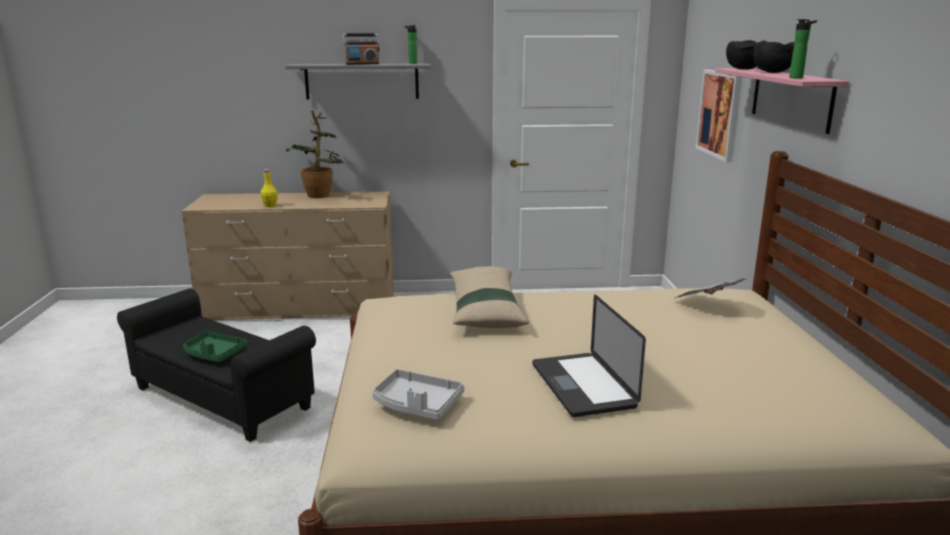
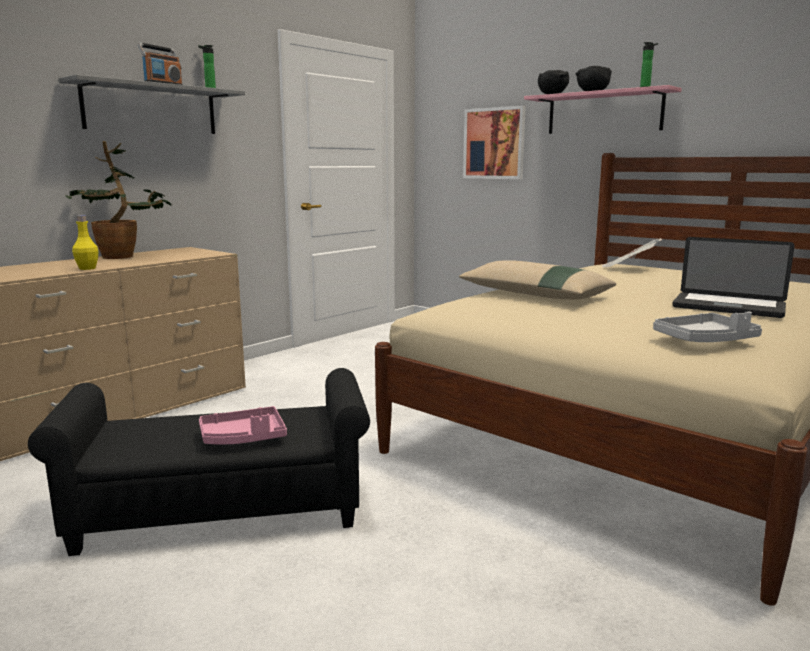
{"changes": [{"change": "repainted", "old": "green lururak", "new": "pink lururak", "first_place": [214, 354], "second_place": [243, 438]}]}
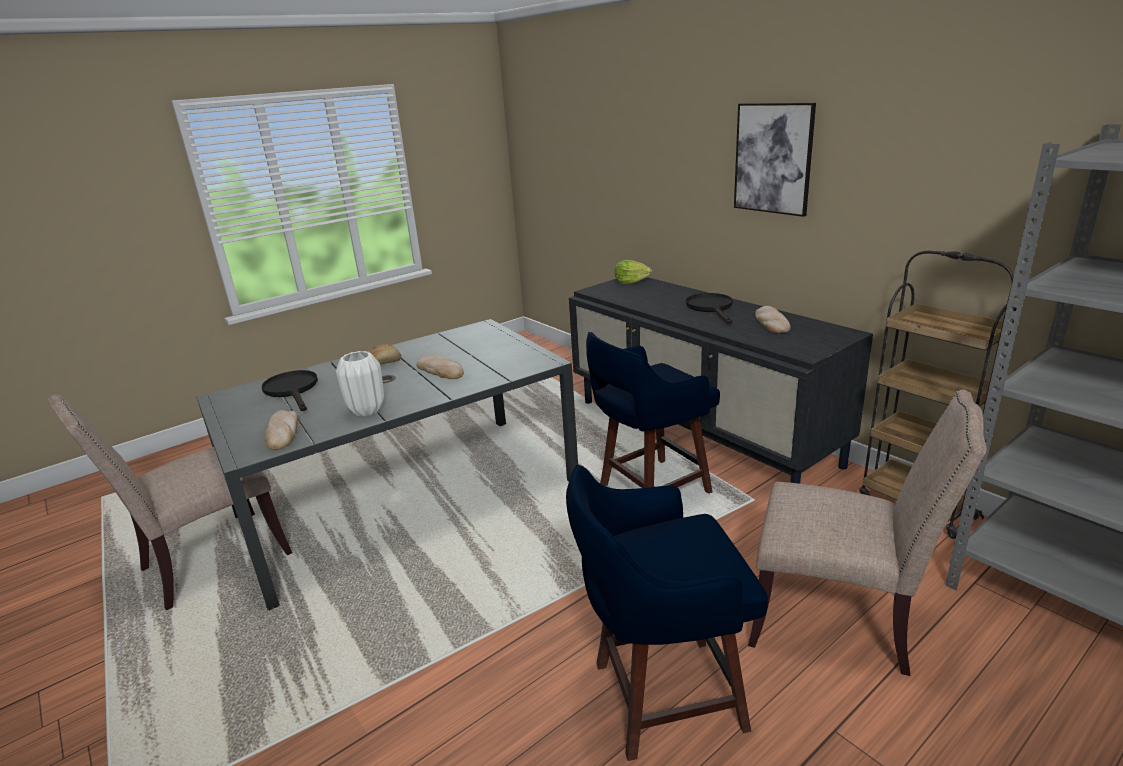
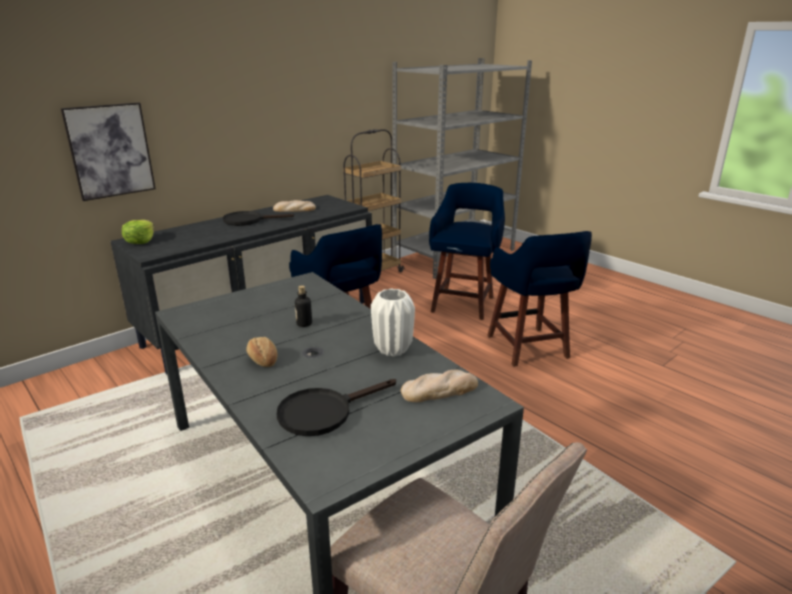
{"changes": [{"change": "shifted", "old": "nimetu", "first_place": [773, 158], "second_place": [110, 151]}, {"change": "swapped", "old": "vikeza", "new": "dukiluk", "first_place": [441, 370], "second_place": [304, 323]}, {"change": "swapped", "old": "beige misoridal", "new": "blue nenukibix", "first_place": [838, 620], "second_place": [464, 303]}]}
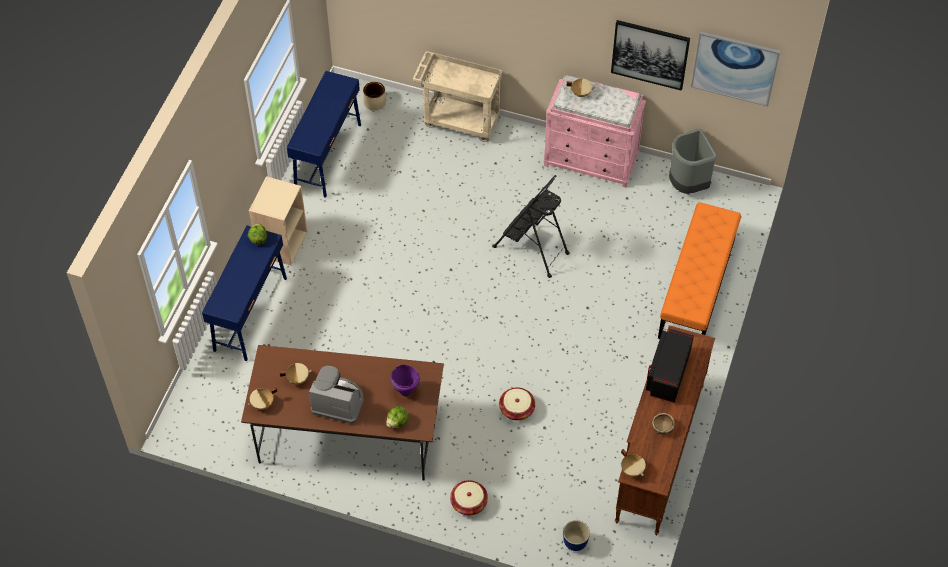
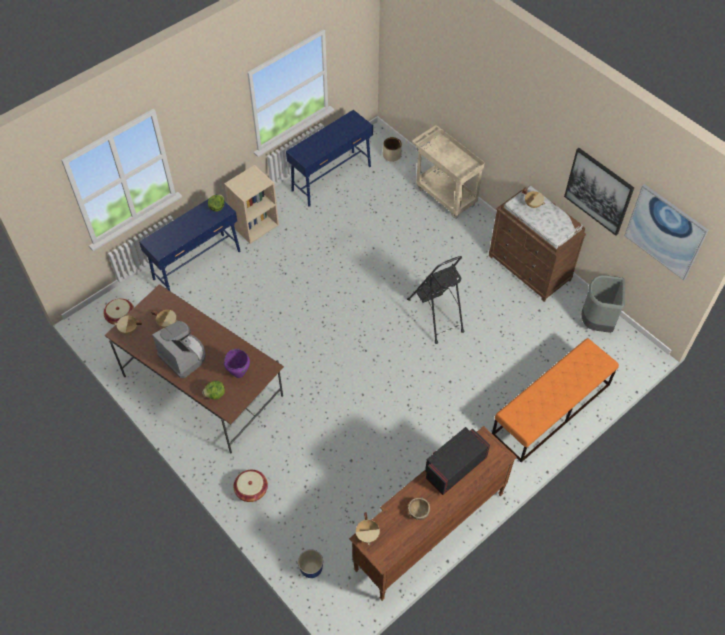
{"changes": [{"change": "shifted", "old": "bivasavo", "first_place": [516, 409], "second_place": [120, 316]}, {"change": "repainted", "old": "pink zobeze", "new": "brown zobeze", "first_place": [591, 160], "second_place": [529, 268]}]}
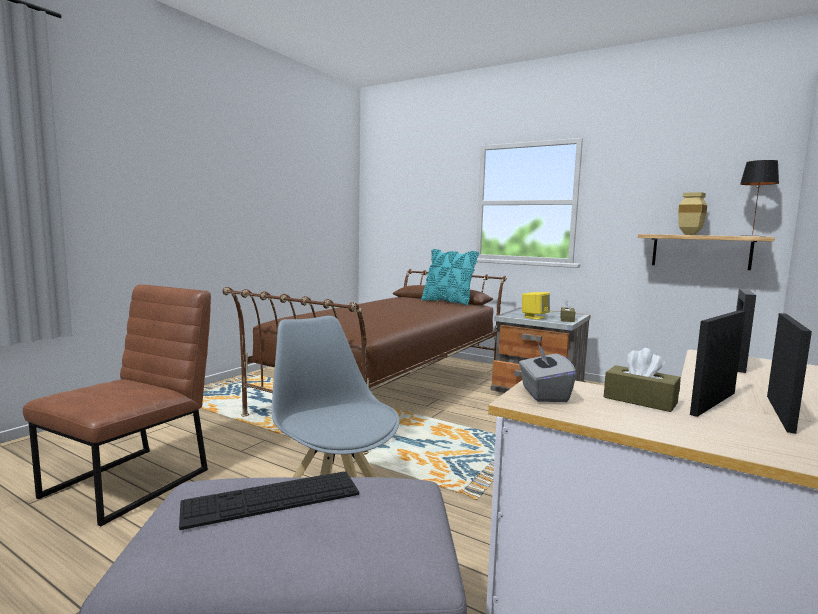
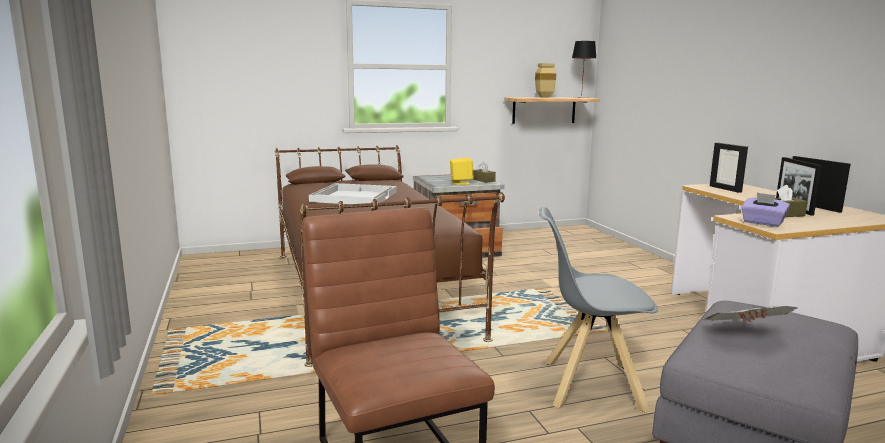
{"changes": [{"change": "new", "new": "white lururak", "second_place": [354, 196]}, {"change": "swapped", "old": "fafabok", "new": "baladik", "first_place": [272, 498], "second_place": [744, 334]}, {"change": "repainted", "old": "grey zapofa", "new": "purple zapofa", "first_place": [543, 394], "second_place": [762, 223]}, {"change": "gone", "old": "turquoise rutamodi", "first_place": [448, 302]}]}
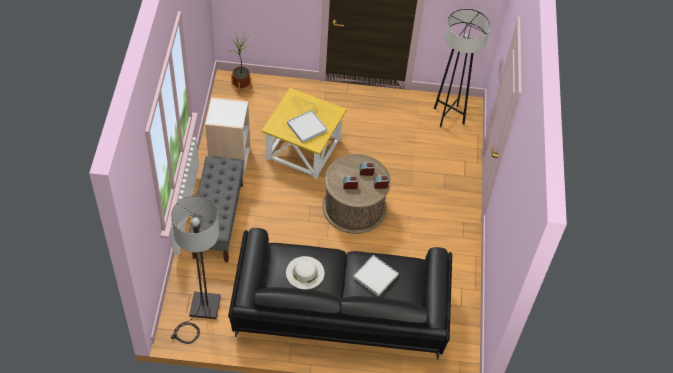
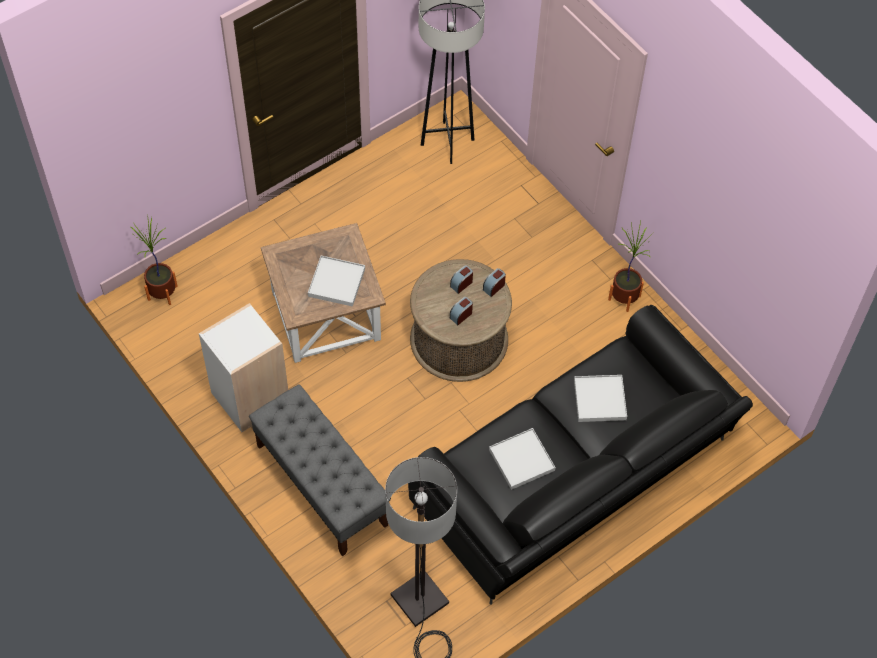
{"changes": [{"change": "repainted", "old": "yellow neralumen", "new": "brown neralumen", "first_place": [303, 150], "second_place": [327, 316]}, {"change": "swapped", "old": "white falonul", "new": "white lururak", "first_place": [305, 272], "second_place": [521, 460]}, {"change": "new", "new": "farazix", "second_place": [624, 298]}]}
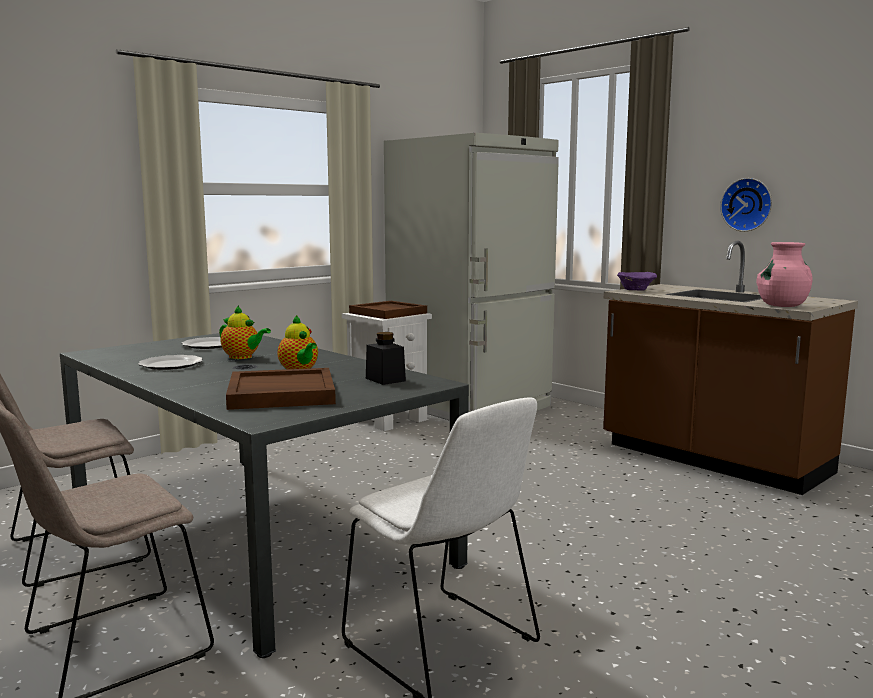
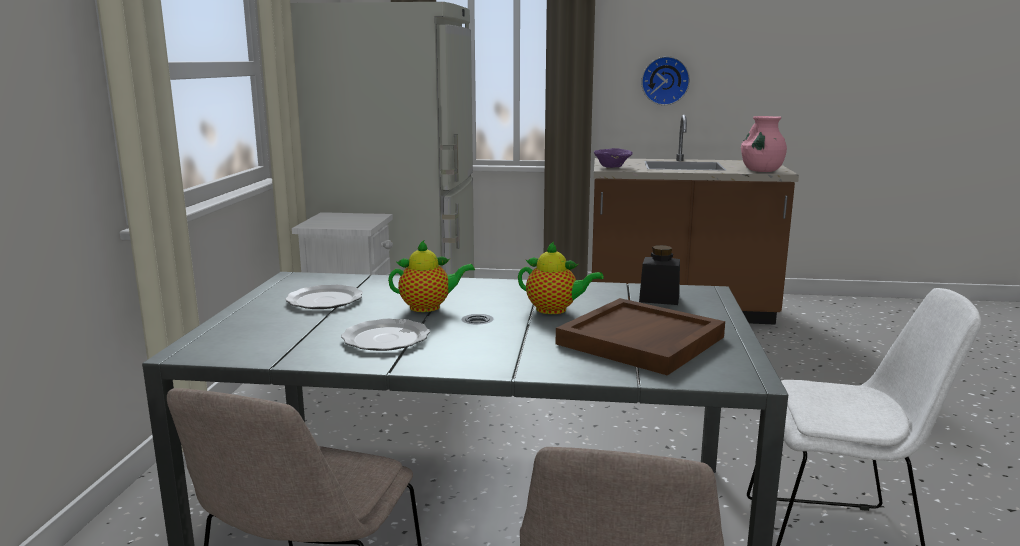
{"changes": [{"change": "gone", "old": "brown lururak", "first_place": [389, 313]}]}
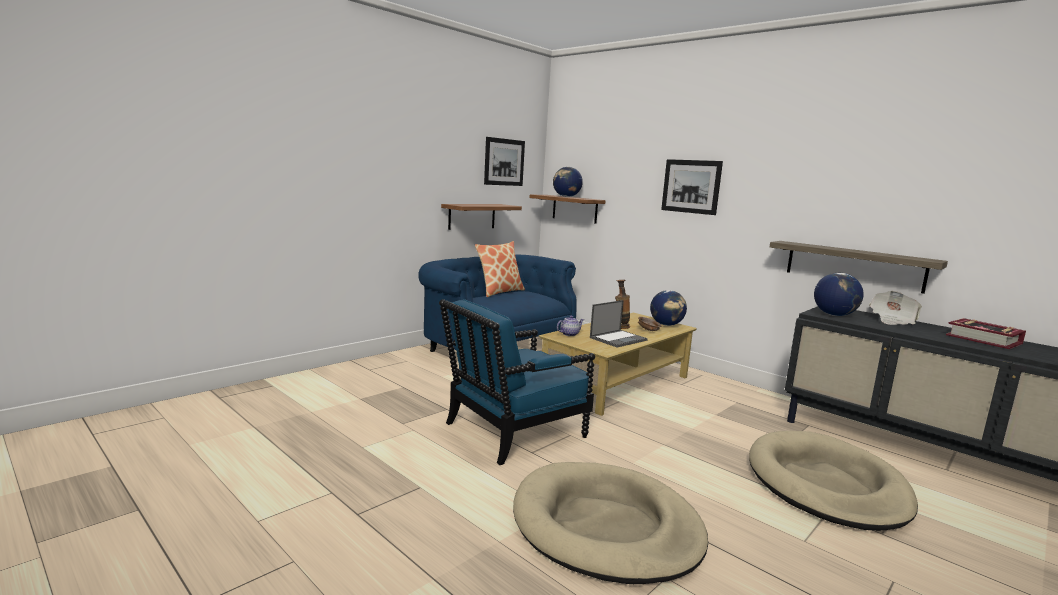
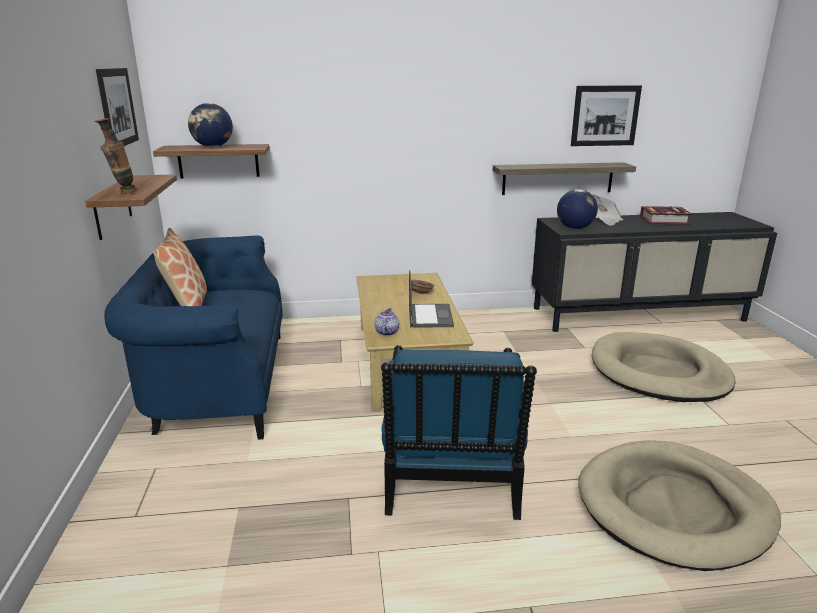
{"changes": [{"change": "shifted", "old": "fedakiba", "first_place": [620, 328], "second_place": [123, 193]}, {"change": "shifted", "old": "nimetu", "first_place": [691, 186], "second_place": [605, 116]}, {"change": "gone", "old": "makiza", "first_place": [666, 325]}]}
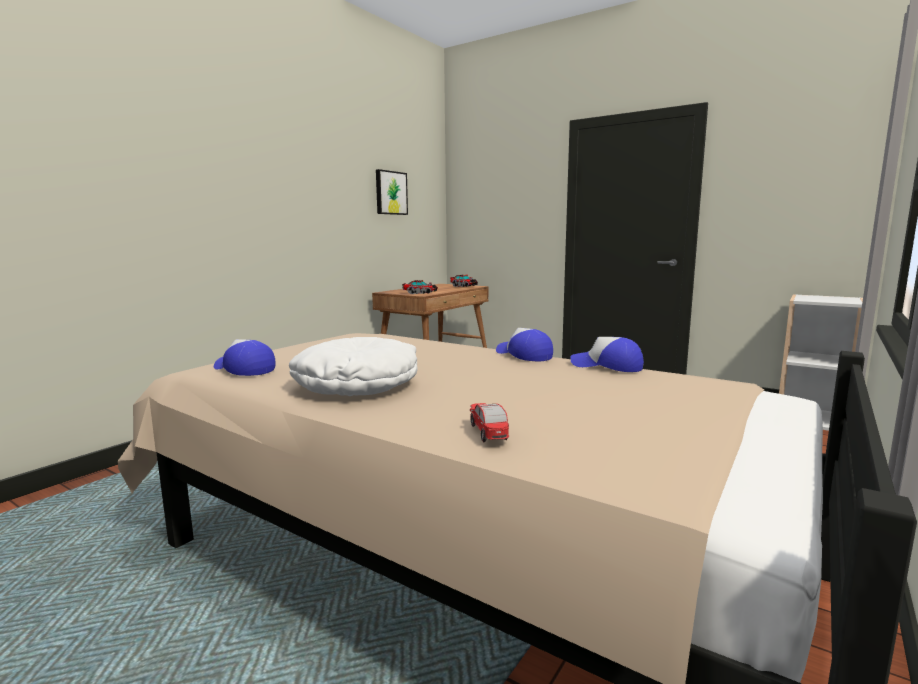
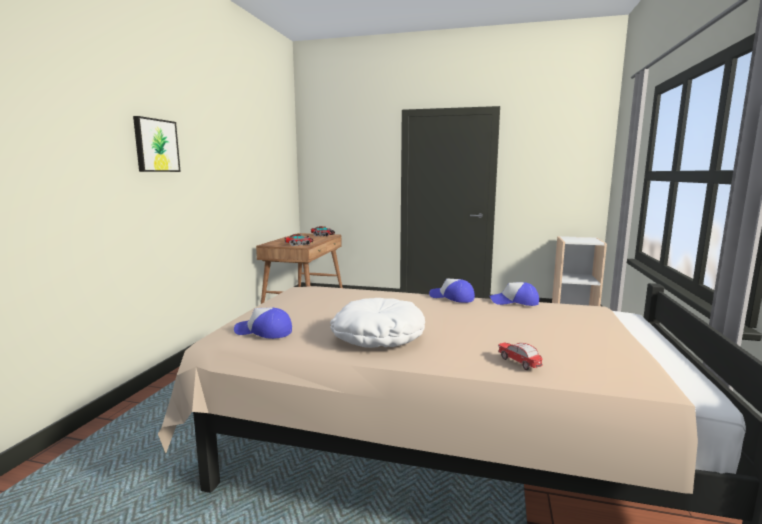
{"changes": [{"change": "shifted", "old": "nimetu", "first_place": [390, 193], "second_place": [156, 145]}]}
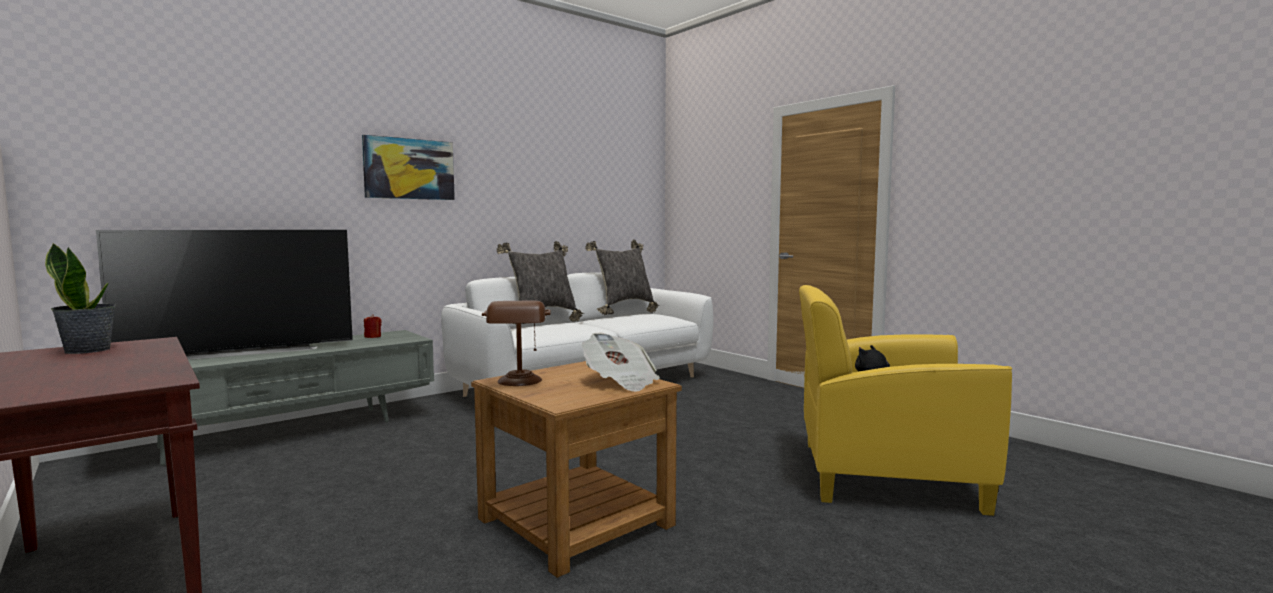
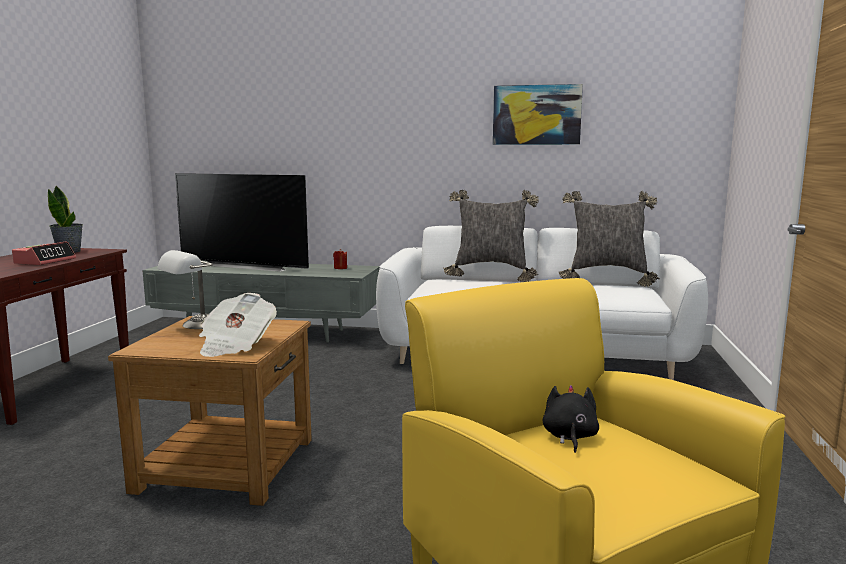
{"changes": [{"change": "new", "new": "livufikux", "second_place": [45, 261]}, {"change": "repainted", "old": "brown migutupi", "new": "white migutupi", "first_place": [520, 383], "second_place": [195, 325]}, {"change": "shifted", "old": "nimetu", "first_place": [409, 169], "second_place": [536, 115]}]}
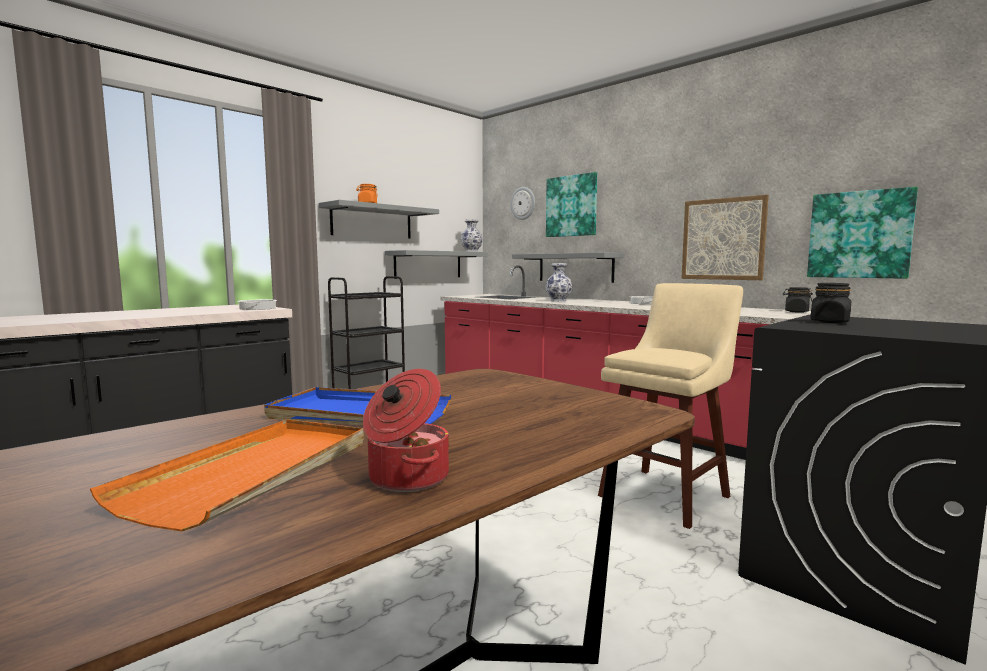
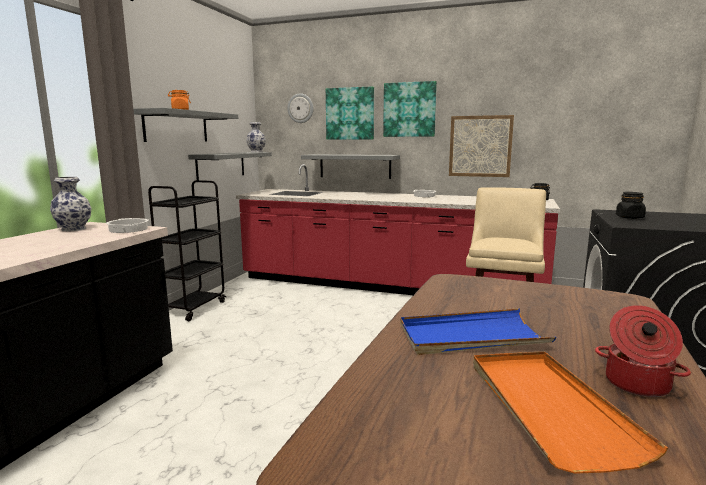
{"changes": [{"change": "shifted", "old": "fedakiba", "first_place": [559, 301], "second_place": [74, 229]}, {"change": "shifted", "old": "nimetu", "first_place": [859, 235], "second_place": [409, 109]}]}
